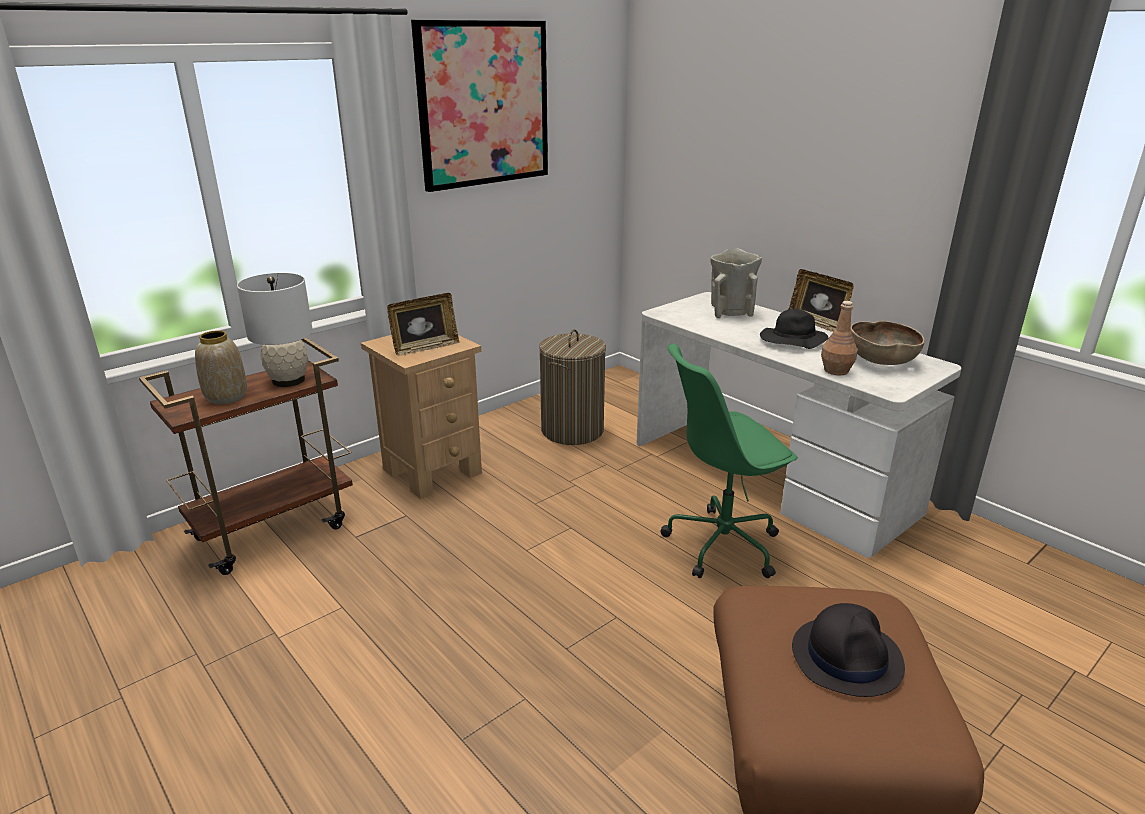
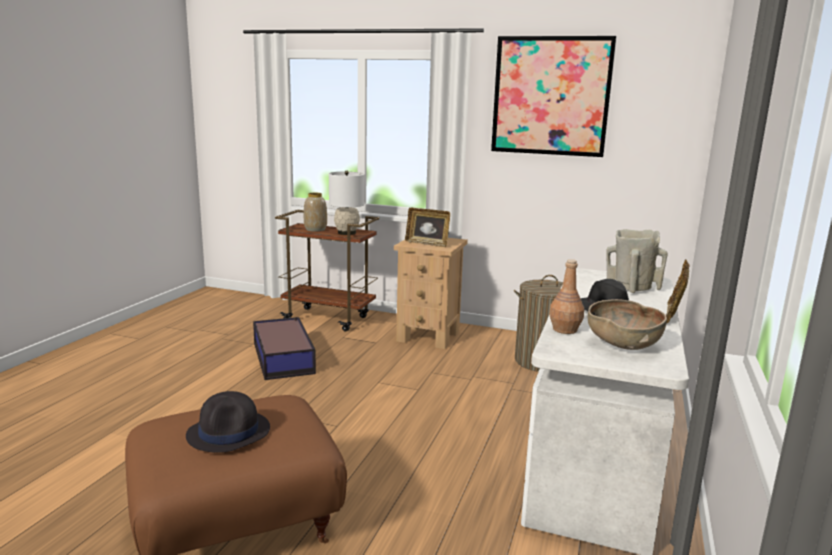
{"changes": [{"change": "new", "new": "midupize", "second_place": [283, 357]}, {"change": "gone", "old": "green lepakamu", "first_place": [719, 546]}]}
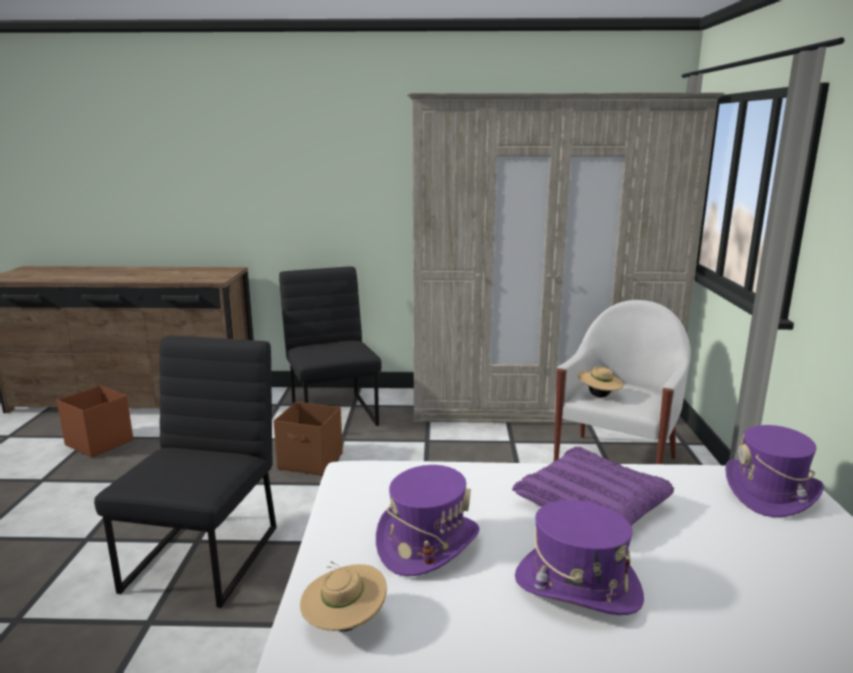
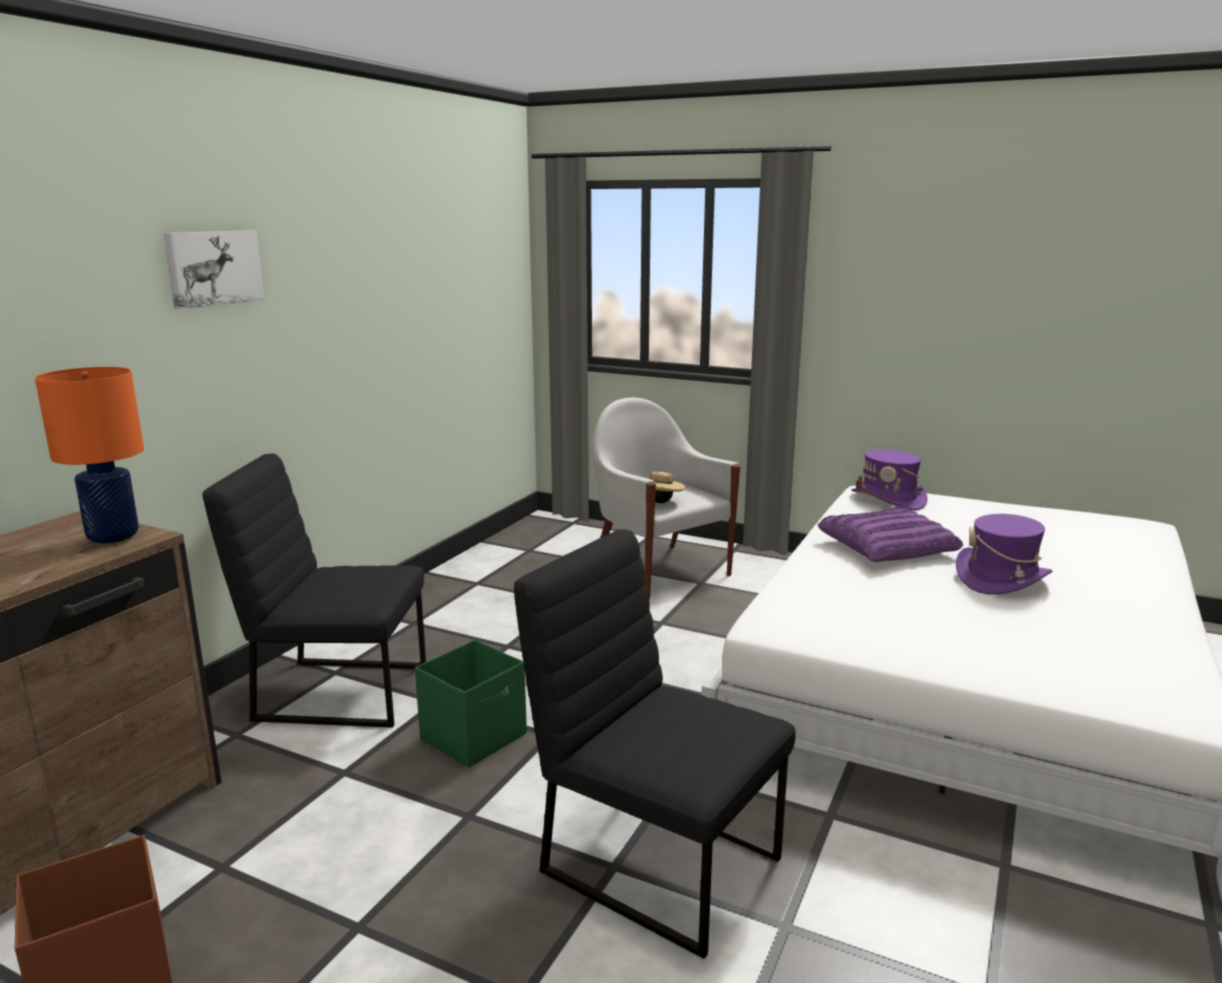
{"changes": [{"change": "new", "new": "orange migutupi", "second_place": [112, 539]}, {"change": "new", "new": "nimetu", "second_place": [213, 268]}, {"change": "repainted", "old": "brown midupize", "new": "green midupize", "first_place": [311, 462], "second_place": [475, 736]}, {"change": "gone", "old": "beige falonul", "first_place": [344, 623]}, {"change": "gone", "old": "purple falonul", "first_place": [427, 543]}, {"change": "gone", "old": "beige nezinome", "first_place": [539, 407]}]}
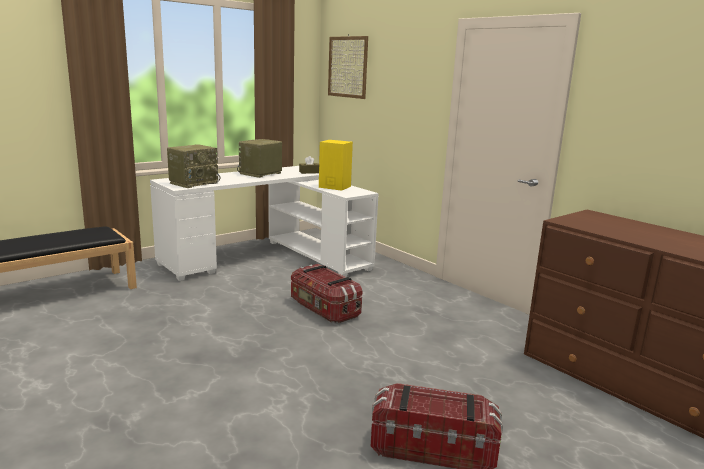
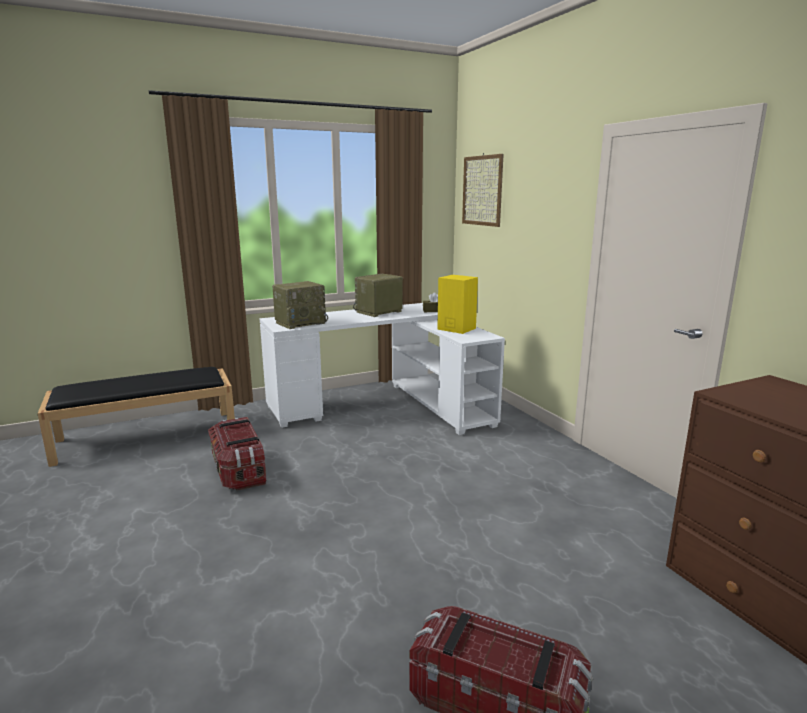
{"changes": [{"change": "shifted", "old": "midupize", "first_place": [323, 309], "second_place": [238, 470]}]}
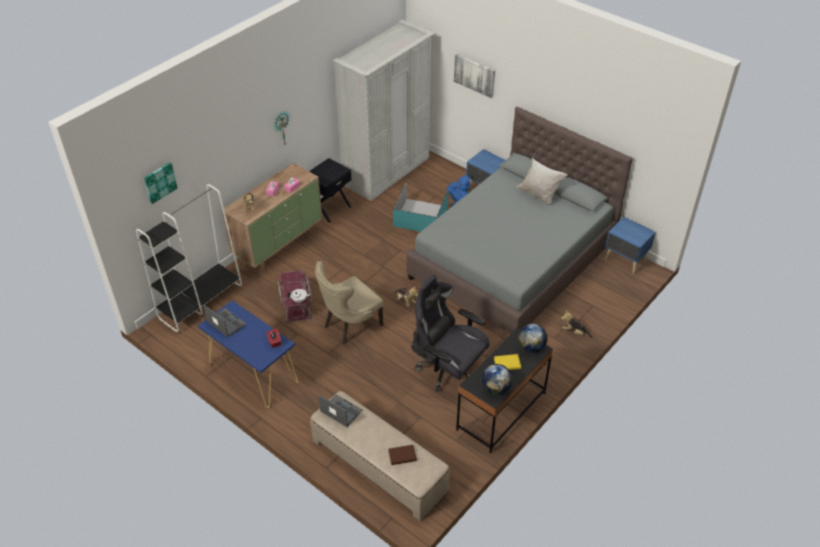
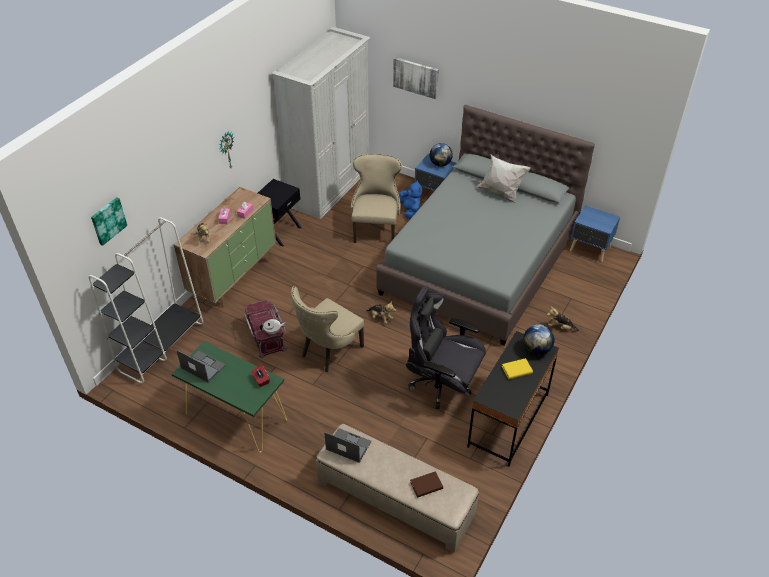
{"changes": [{"change": "repainted", "old": "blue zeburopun", "new": "green zeburopun", "first_place": [253, 373], "second_place": [235, 416]}, {"change": "swapped", "old": "turquoise midupize", "new": "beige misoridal", "first_place": [421, 216], "second_place": [376, 229]}, {"change": "shifted", "old": "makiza", "first_place": [495, 388], "second_place": [440, 164]}]}
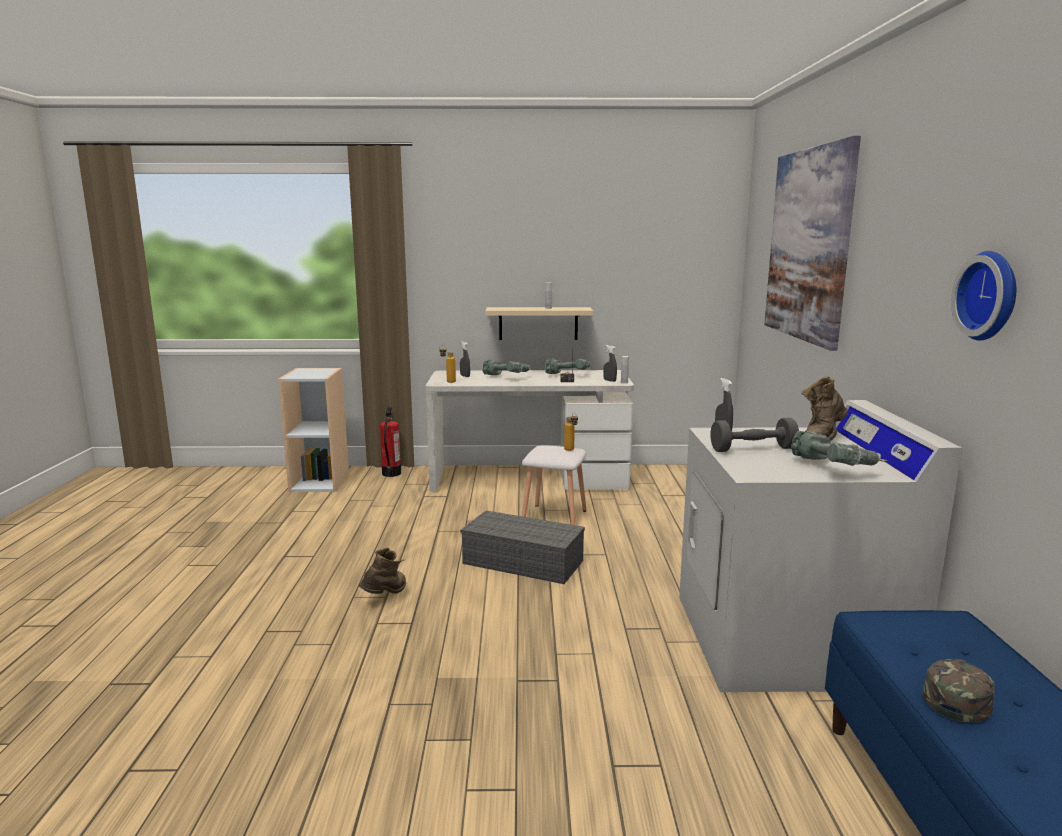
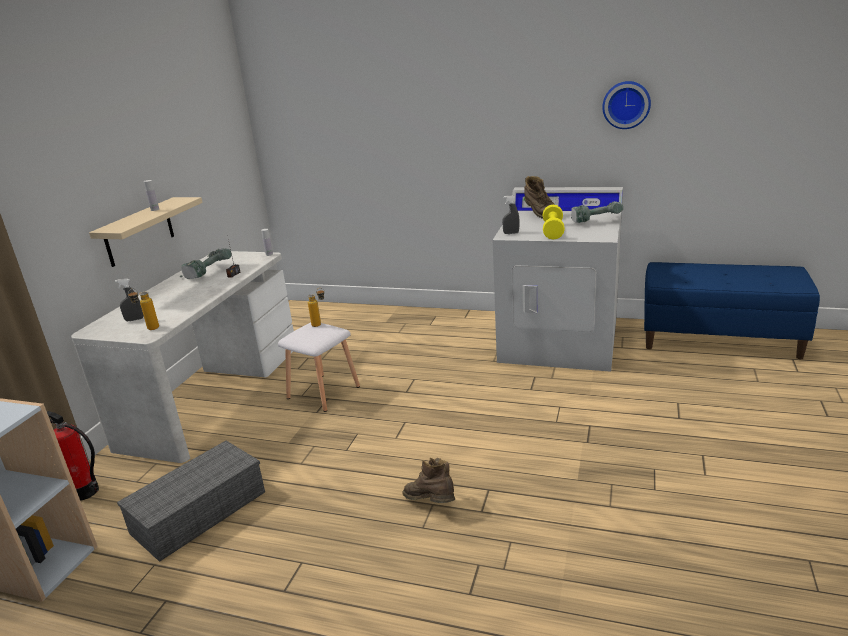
{"changes": [{"change": "shifted", "old": "grey midupize", "first_place": [525, 562], "second_place": [200, 510]}, {"change": "repainted", "old": "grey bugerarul", "new": "yellow bugerarul", "first_place": [753, 449], "second_place": [553, 231]}, {"change": "gone", "old": "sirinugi", "first_place": [507, 377]}, {"change": "gone", "old": "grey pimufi", "first_place": [609, 380]}, {"change": "gone", "old": "nimetu", "first_place": [808, 245]}, {"change": "gone", "old": "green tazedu", "first_place": [958, 695]}]}
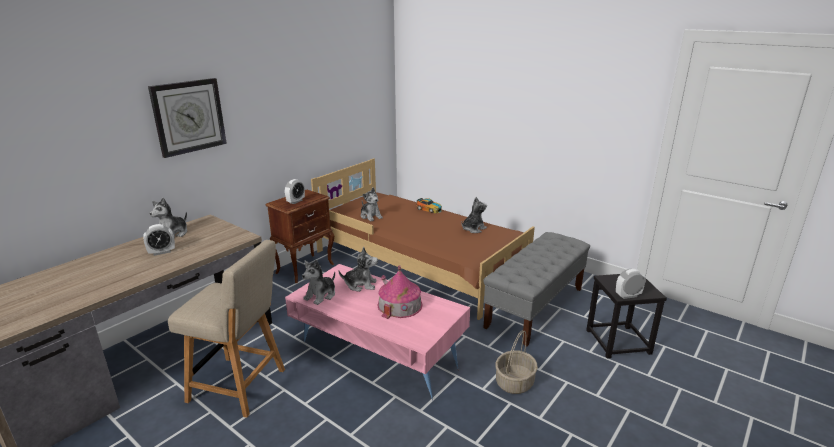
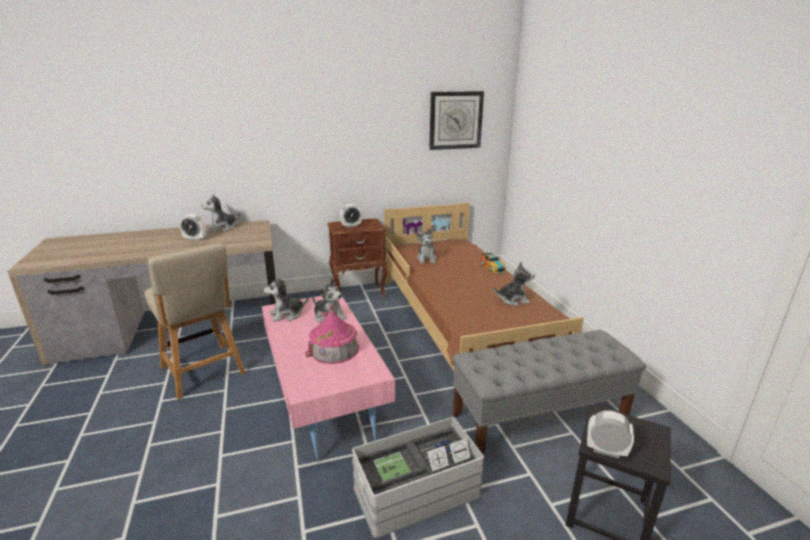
{"changes": [{"change": "swapped", "old": "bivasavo", "new": "grey midupize", "first_place": [514, 382], "second_place": [416, 490]}, {"change": "shifted", "old": "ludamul", "first_place": [189, 116], "second_place": [455, 120]}]}
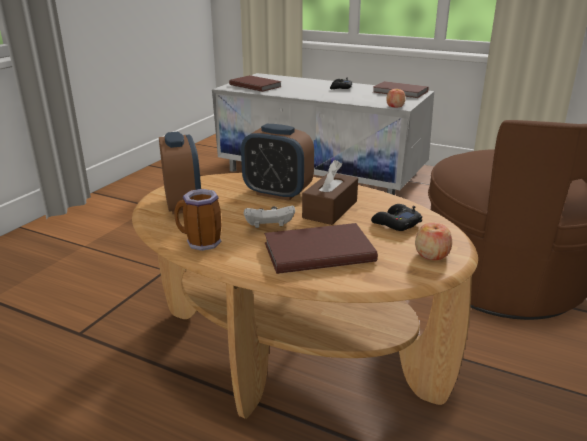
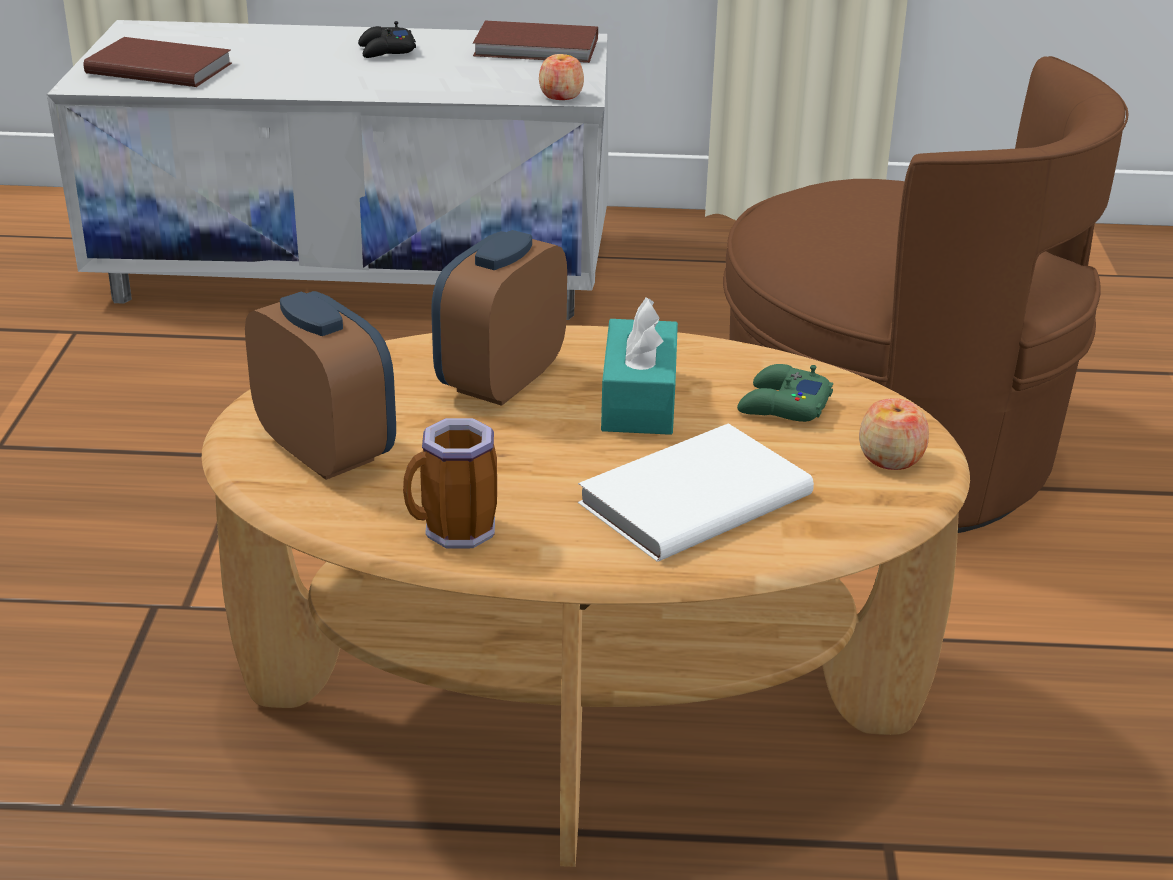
{"changes": [{"change": "rotated", "old": "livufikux", "first_place": [277, 193], "second_place": [500, 381], "degrees": 120}, {"change": "repainted", "old": "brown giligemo", "new": "white giligemo", "first_place": [316, 251], "second_place": [689, 498]}, {"change": "repainted", "old": "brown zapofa", "new": "turquoise zapofa", "first_place": [330, 209], "second_place": [639, 400]}, {"change": "repainted", "old": "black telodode", "new": "green telodode", "first_place": [395, 223], "second_place": [783, 406]}, {"change": "gone", "old": "white telodode", "first_place": [269, 228]}]}
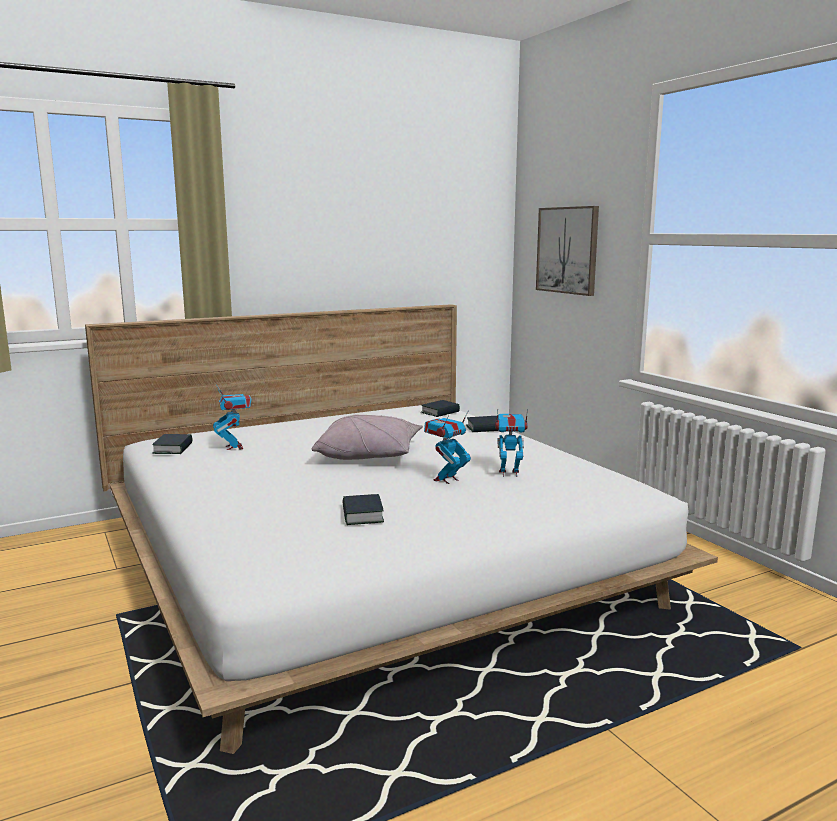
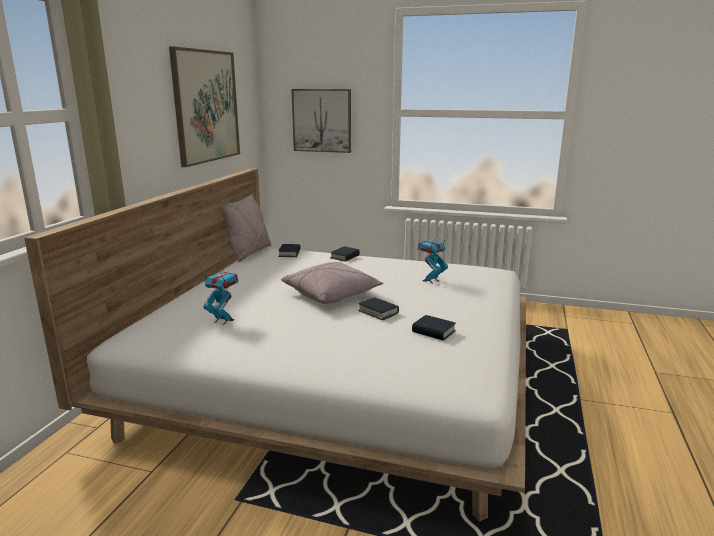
{"changes": [{"change": "new", "new": "nimetu", "second_place": [206, 106]}, {"change": "new", "new": "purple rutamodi", "second_place": [249, 253]}, {"change": "shifted", "old": "giligemo", "first_place": [173, 448], "second_place": [378, 312]}, {"change": "gone", "old": "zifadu", "first_place": [446, 480]}]}
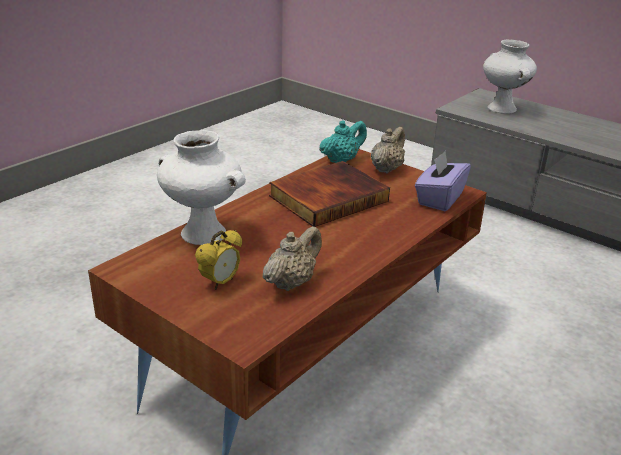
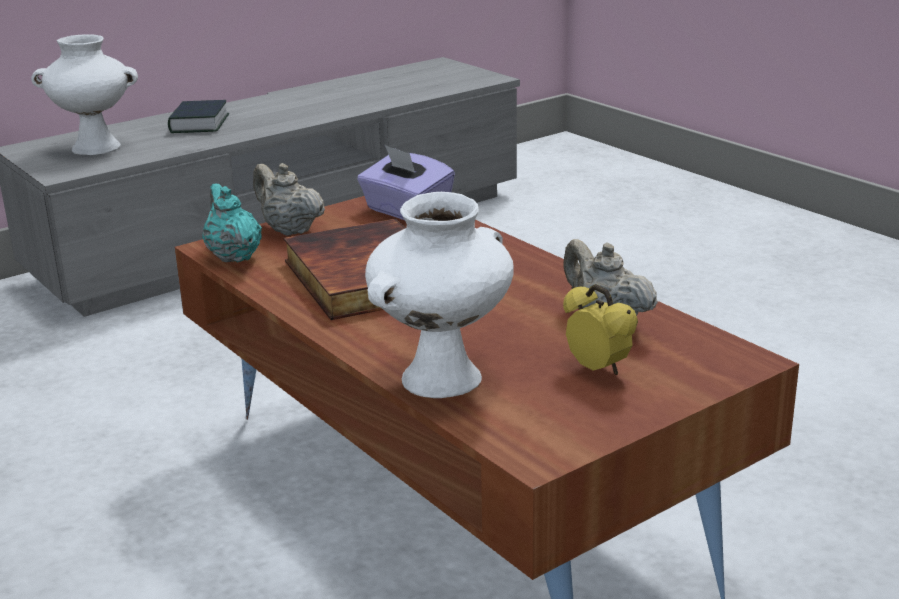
{"changes": [{"change": "new", "new": "giligemo", "second_place": [199, 124]}]}
